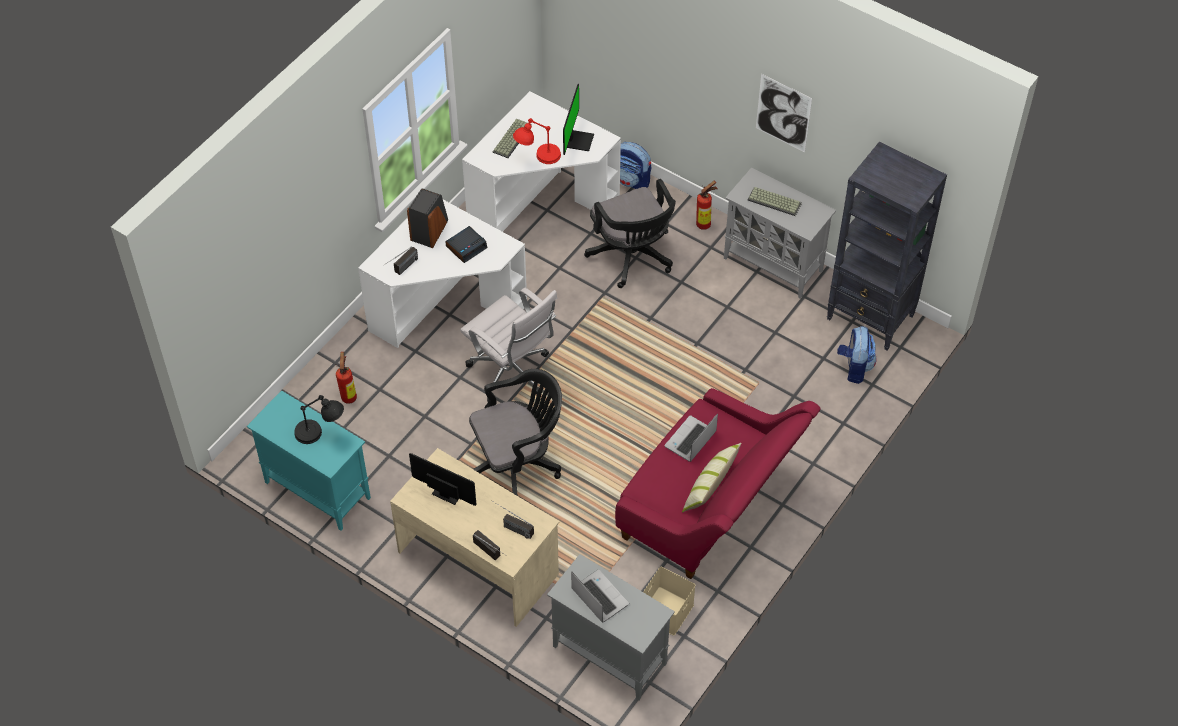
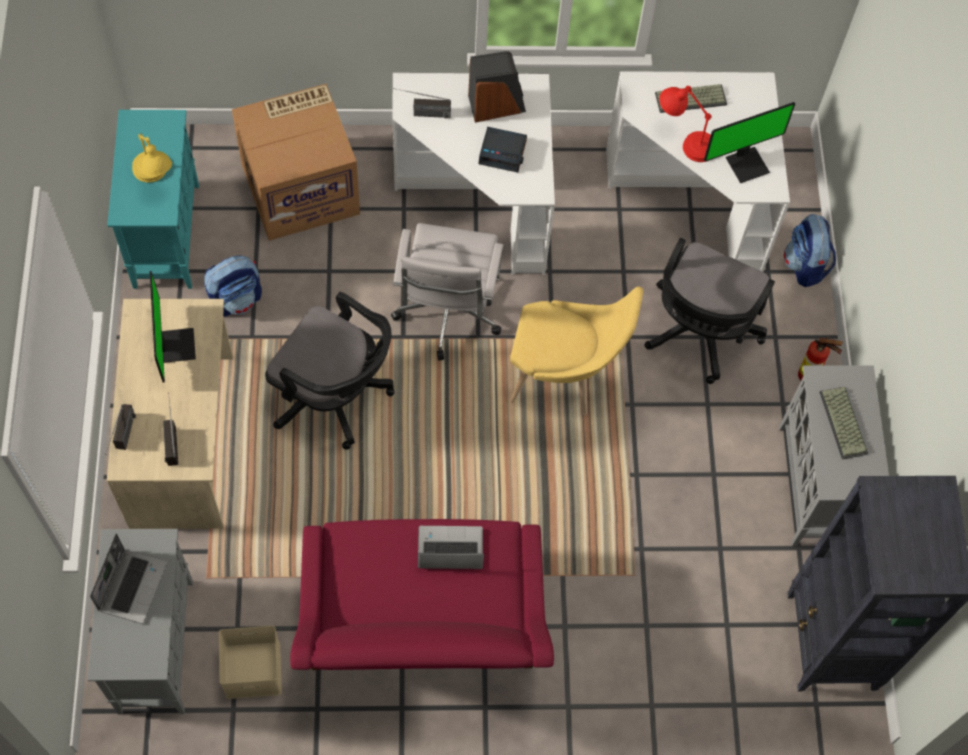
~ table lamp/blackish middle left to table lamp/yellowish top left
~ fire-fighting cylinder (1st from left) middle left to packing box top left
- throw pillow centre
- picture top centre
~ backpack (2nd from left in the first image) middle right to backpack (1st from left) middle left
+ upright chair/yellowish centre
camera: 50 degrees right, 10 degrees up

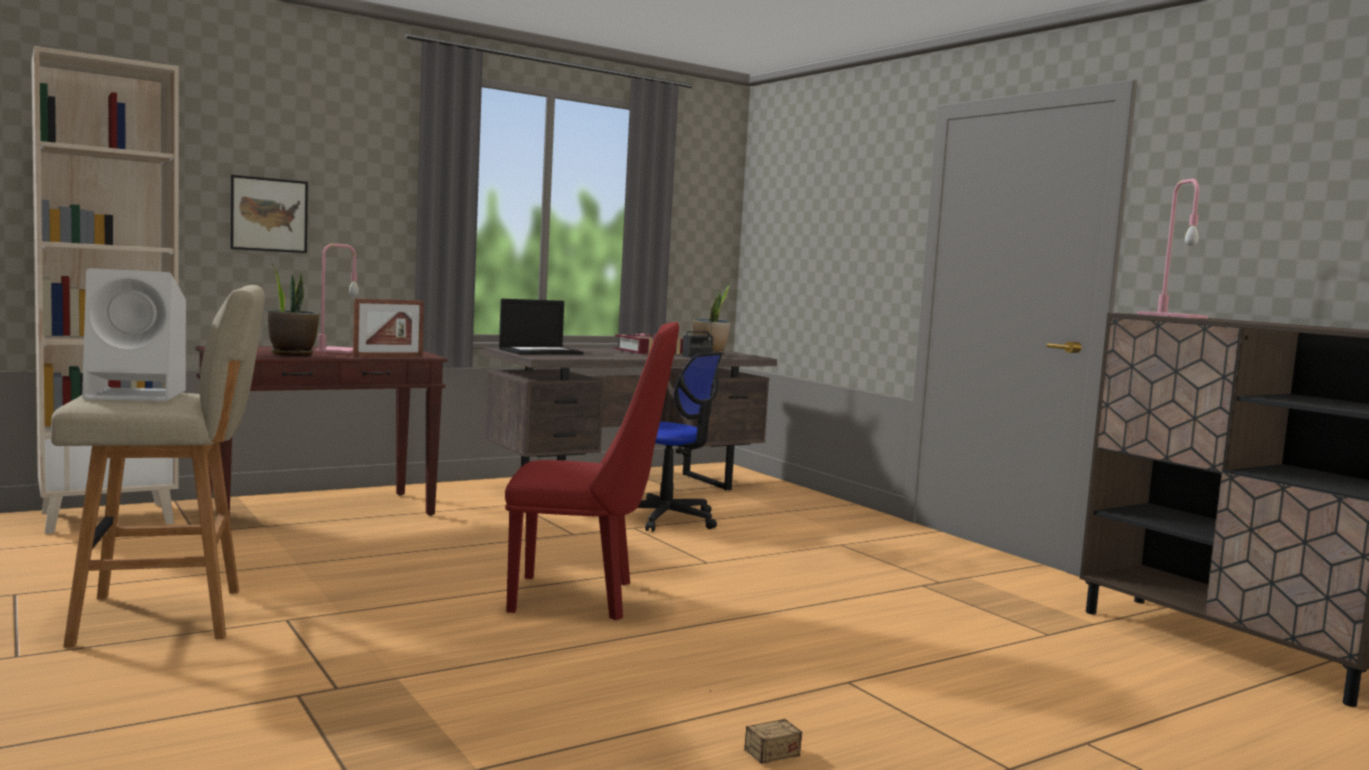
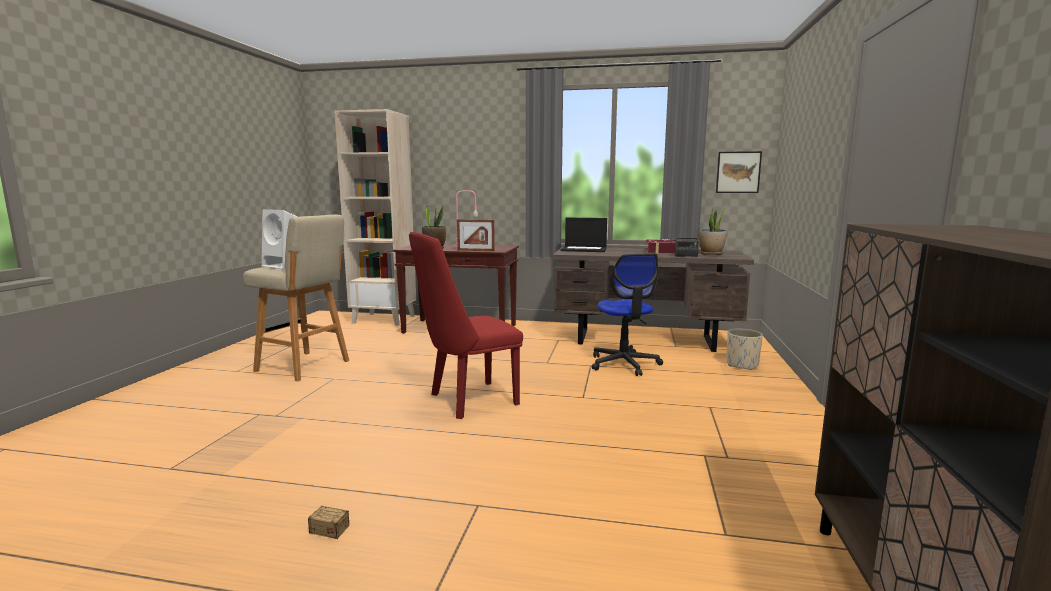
~ picture top left to top right
~ upright chair/red centre = centre 105 degrees clockwise
- table lamp/pinkish (2nd from left) top right
+ plant pot/sand-coloured middle right
camera: 45 degrees right, 5 degrees up

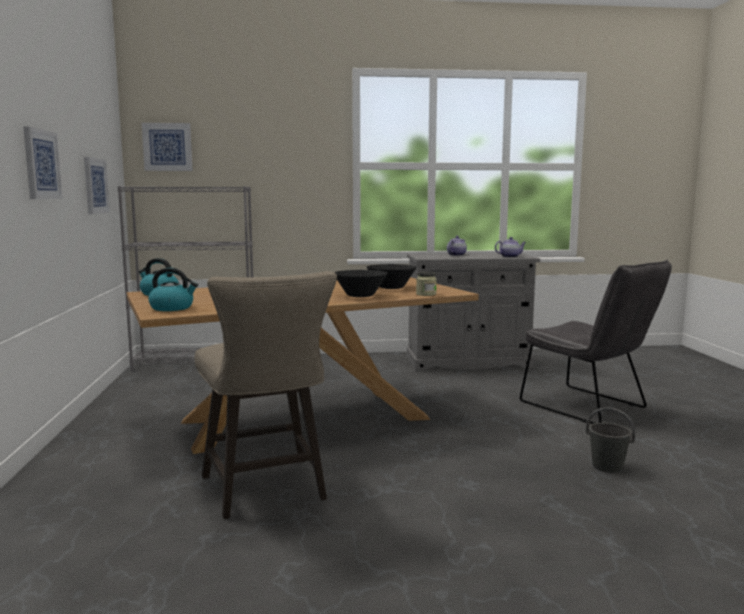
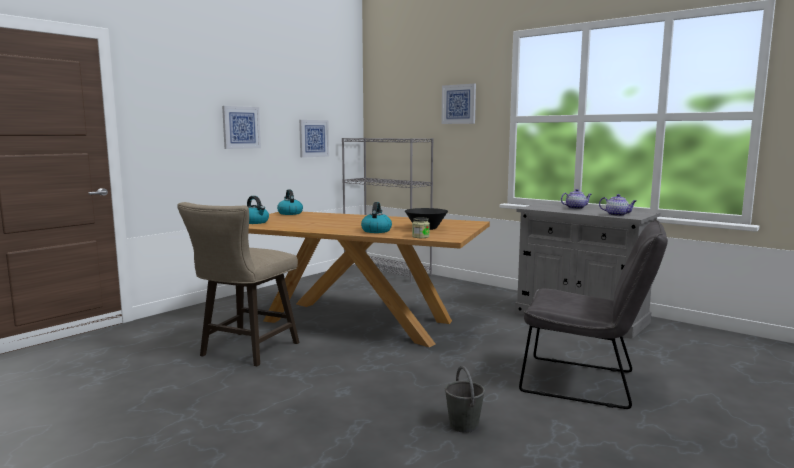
~ picture (3rd from left) top left to top centre
~ serving bowl/blackish (1st from left) centre to tea kettle (3rd from left) centre
~ upright chair/greyish middle right = bottom right 75 degrees counterclockwise
camera: 45 degrees right, 0 degrees up

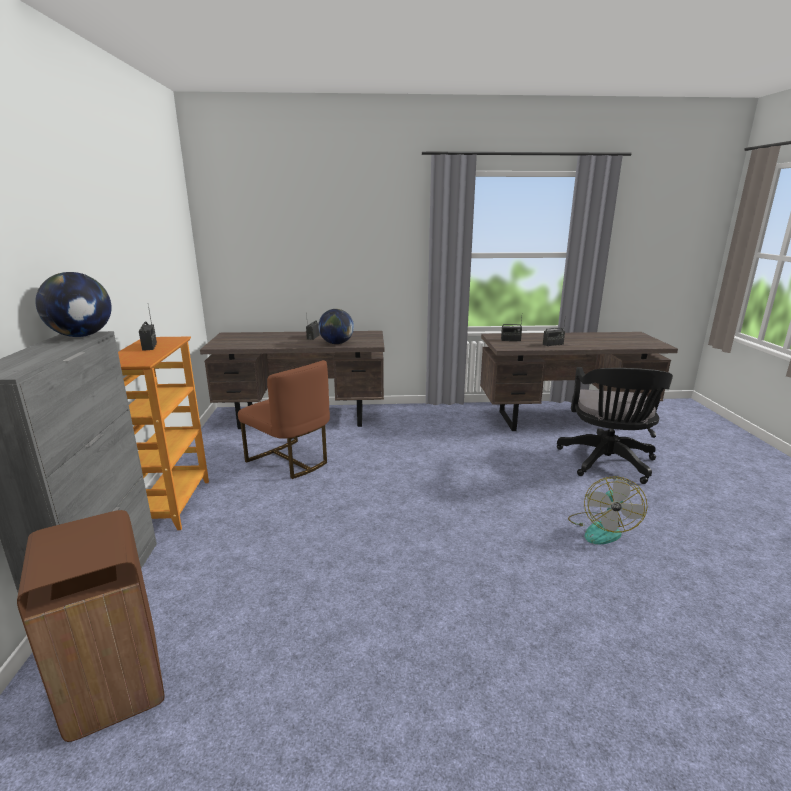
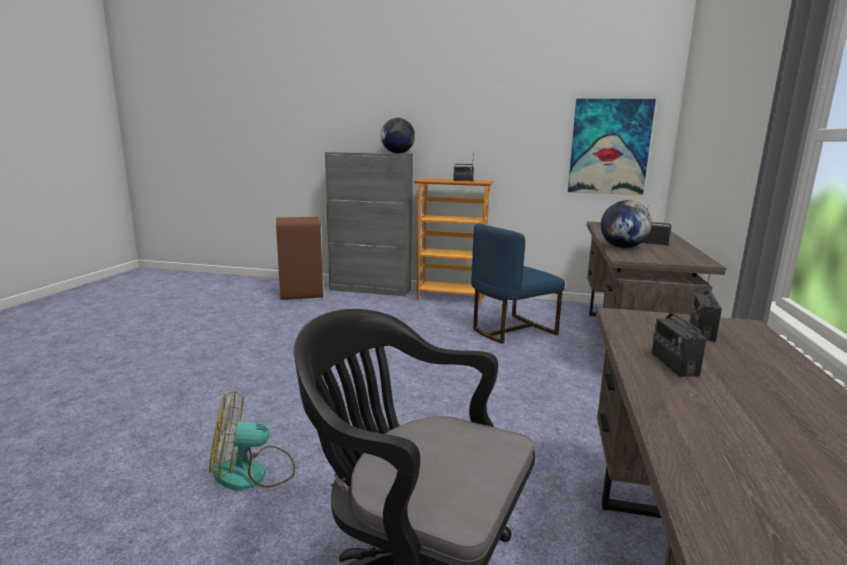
~ upright chair/brownish centre to upright chair/blue-coloured centre
~ fan middle right = bottom left 45 degrees counterclockwise
+ picture top right
camera: 105 degrees right, 5 degrees down

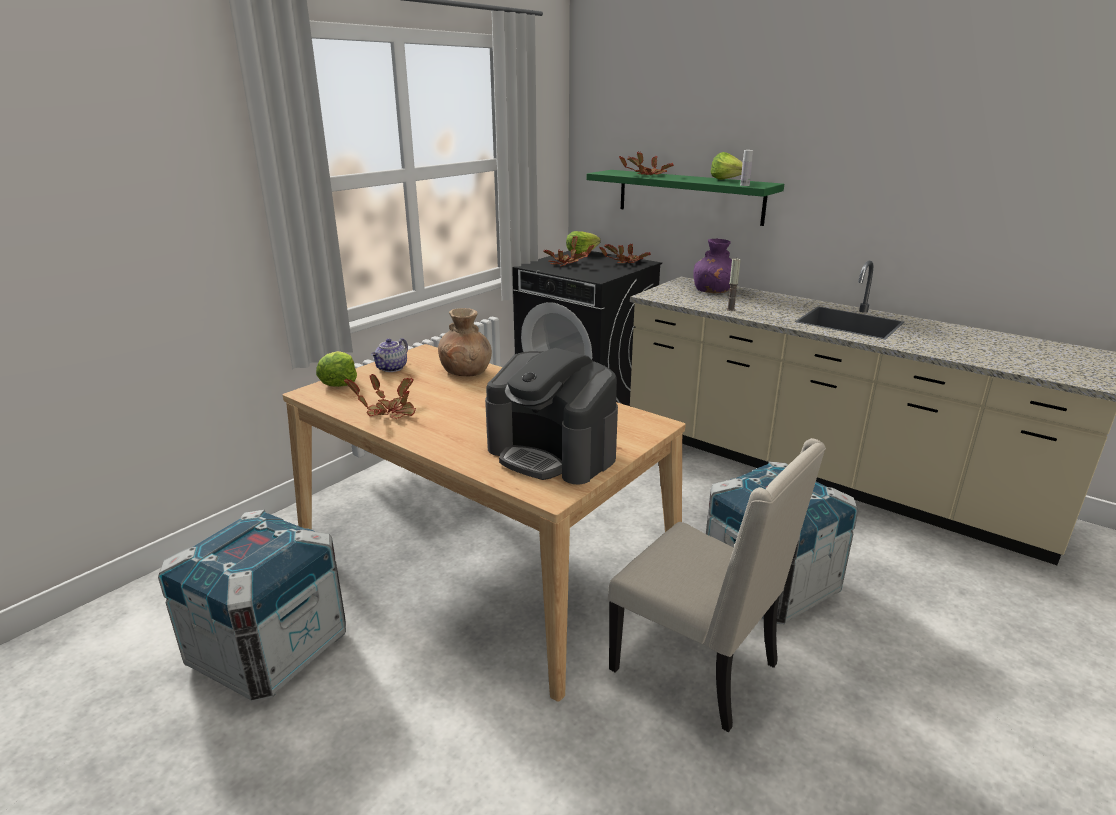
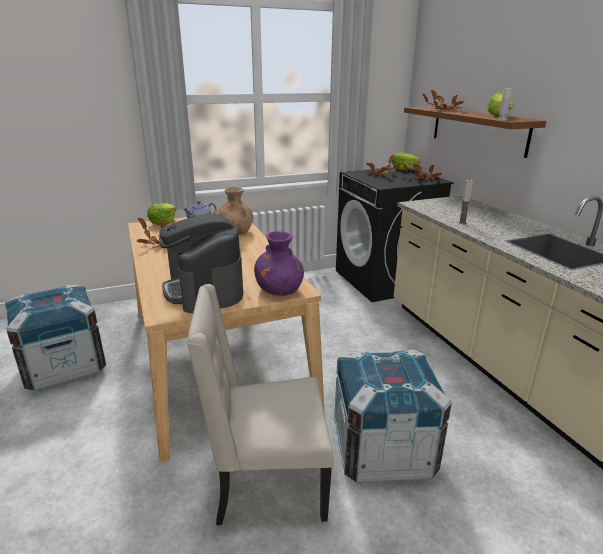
~ shelf/green top centre to shelf/brownish top right
~ upright chair/sand-coloured bottom centre = bottom centre 105 degrees clockwise
~ flower vase/purplish top centre to centre
camera: 30 degrees right, 0 degrees up

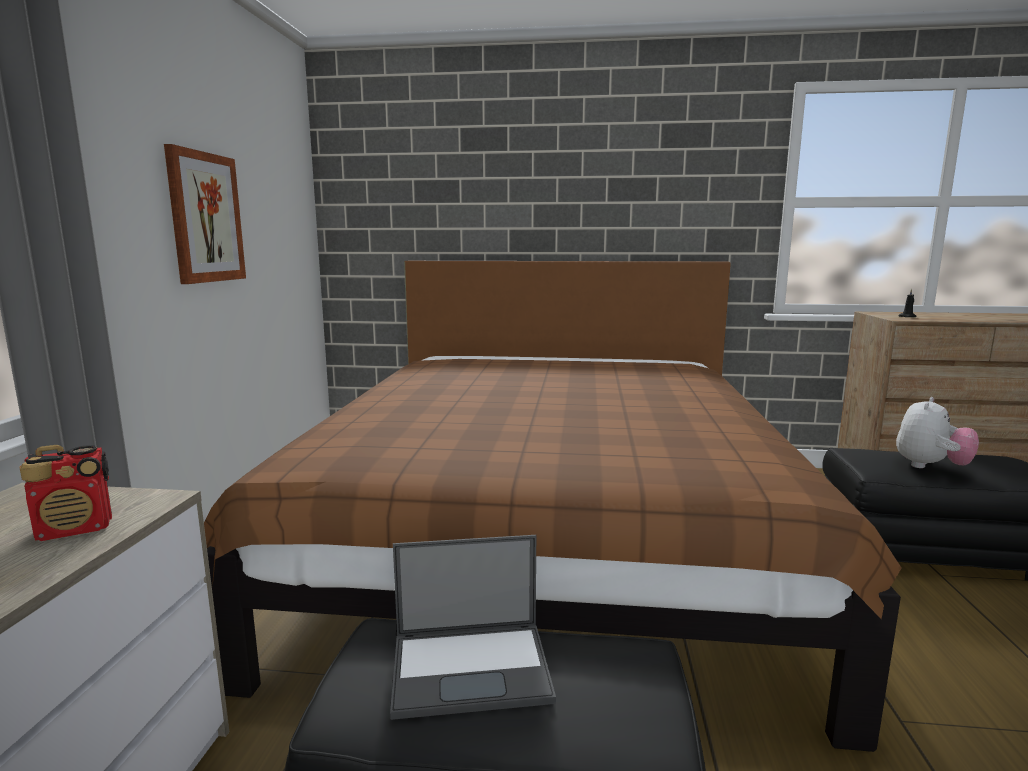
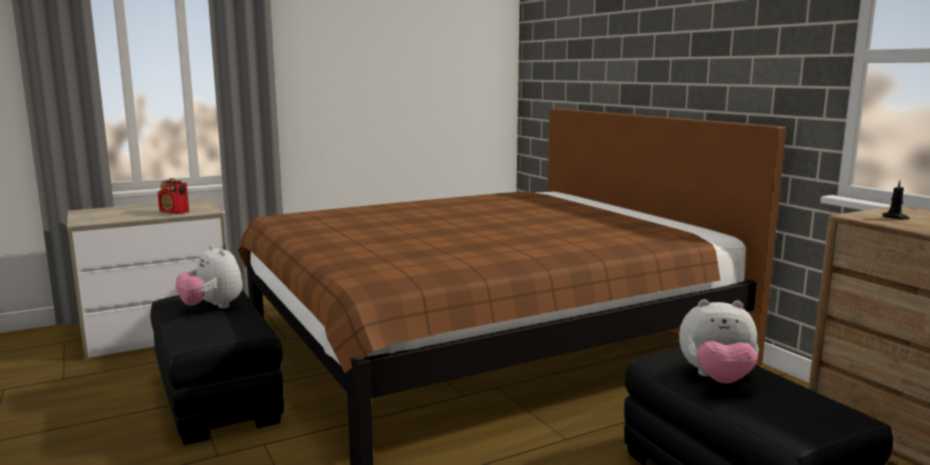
- picture top left
~ notebook computer bottom centre to plush toy (1st from left) middle left
camera: 55 degrees right, 0 degrees up

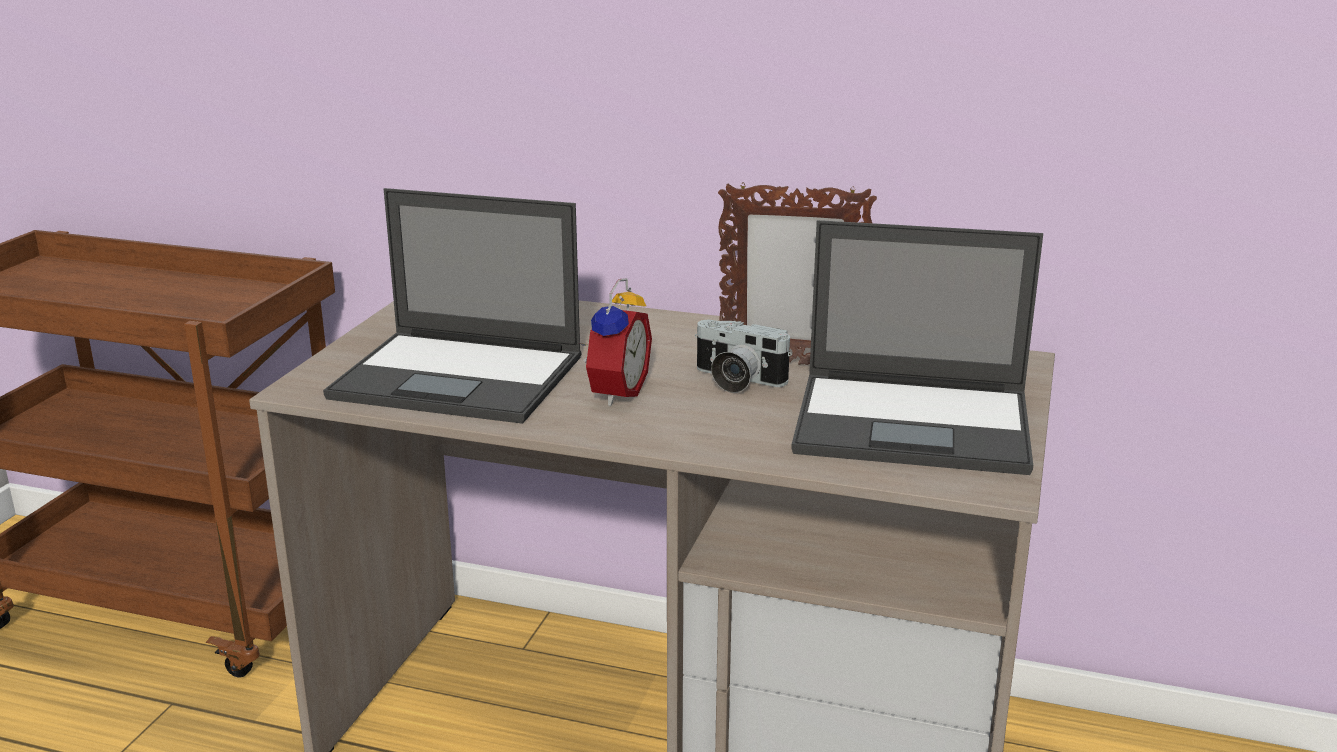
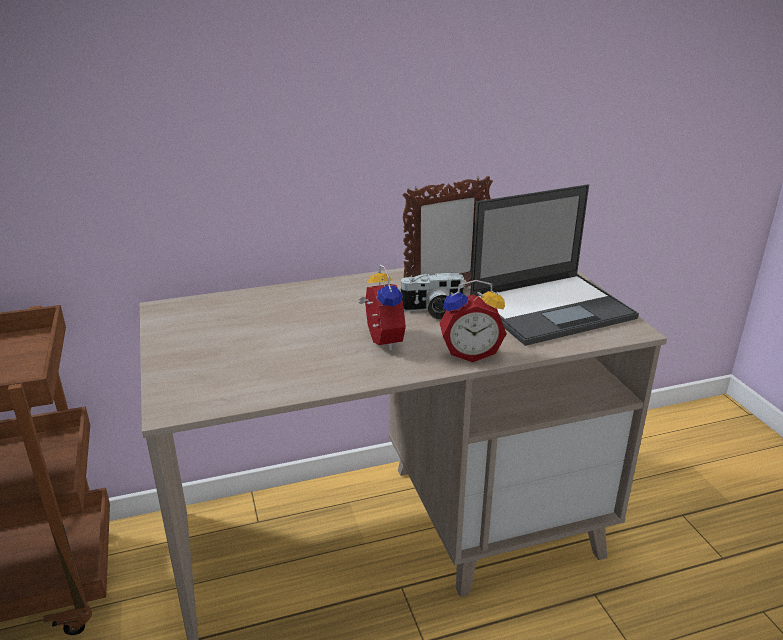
- notebook computer (1st from left) centre
+ bedside clock (2nd from left) centre
camera: 35 degrees left, 5 degrees up

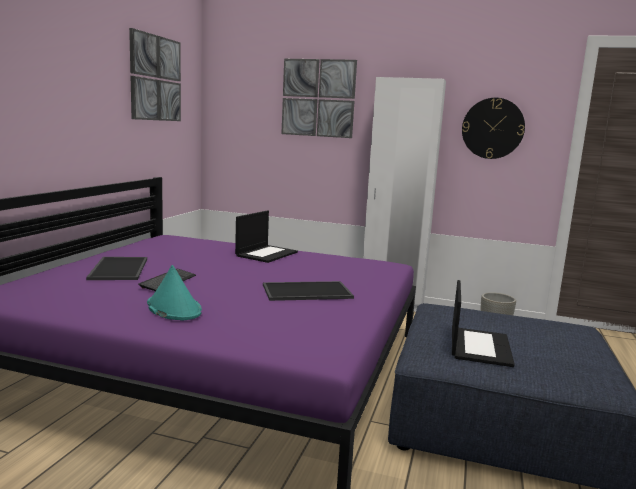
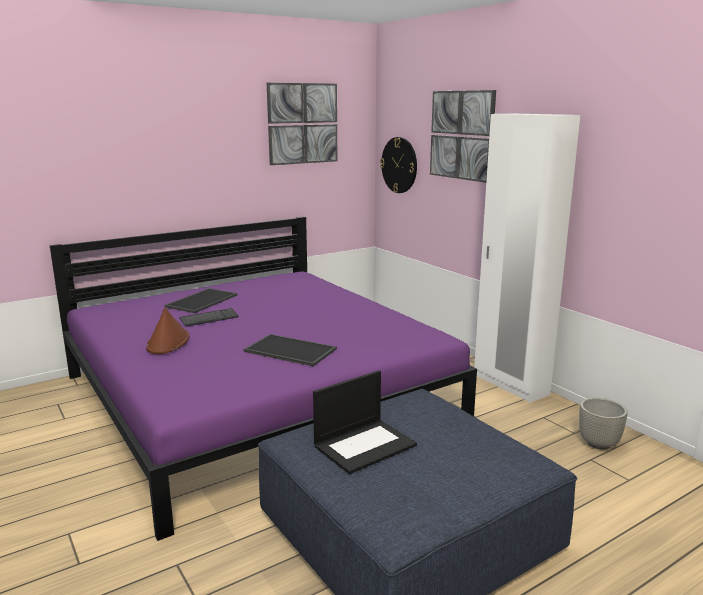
~ wearable hat/turquoise middle left to wearable hat/brownish middle left
- notebook computer (1st from left) centre
~ clock on the wall top right to top centre
camera: 40 degrees right, 5 degrees up

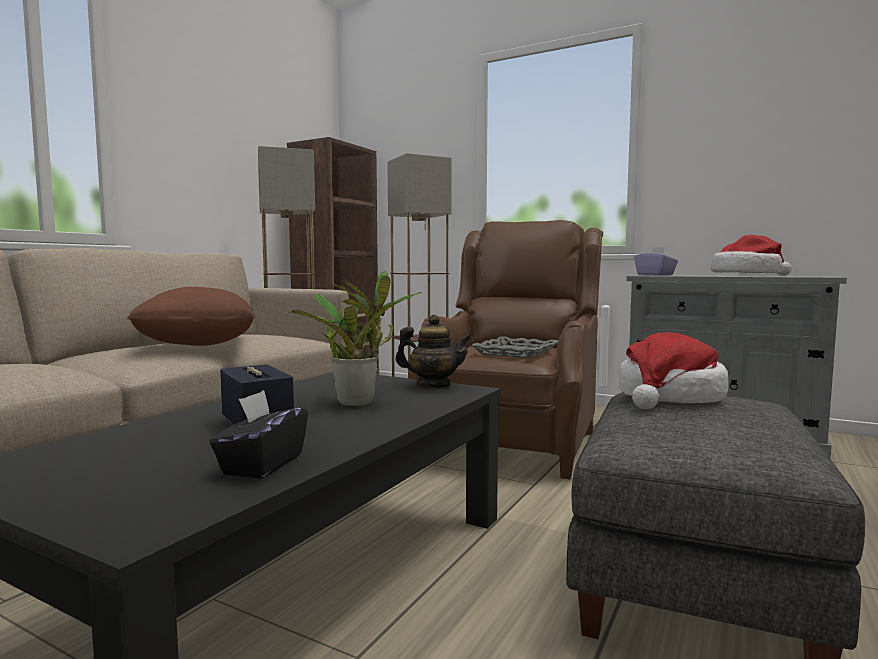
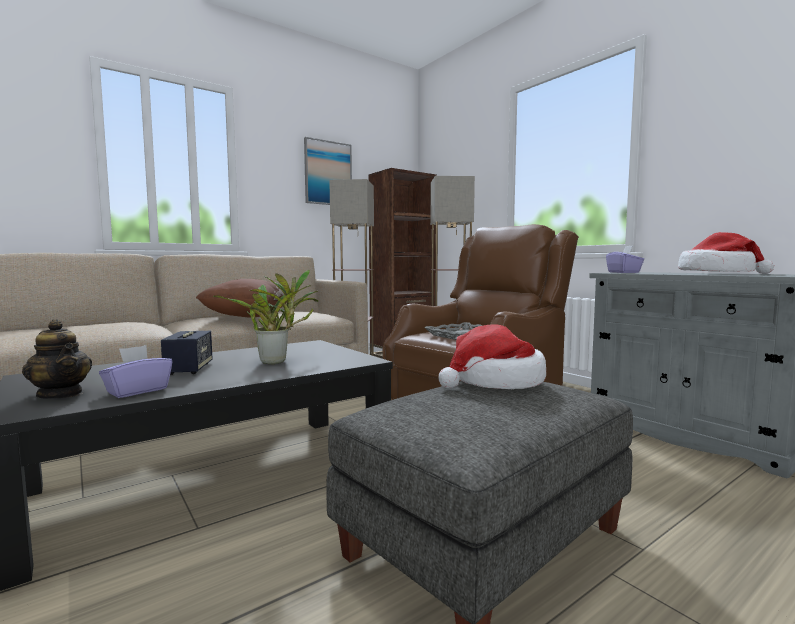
~ box of tissues/blackish middle left to box of tissues/purplish (1st from left) middle left
~ pot for tea centre to middle left
+ picture top centre
camera: 25 degrees right, 0 degrees up

